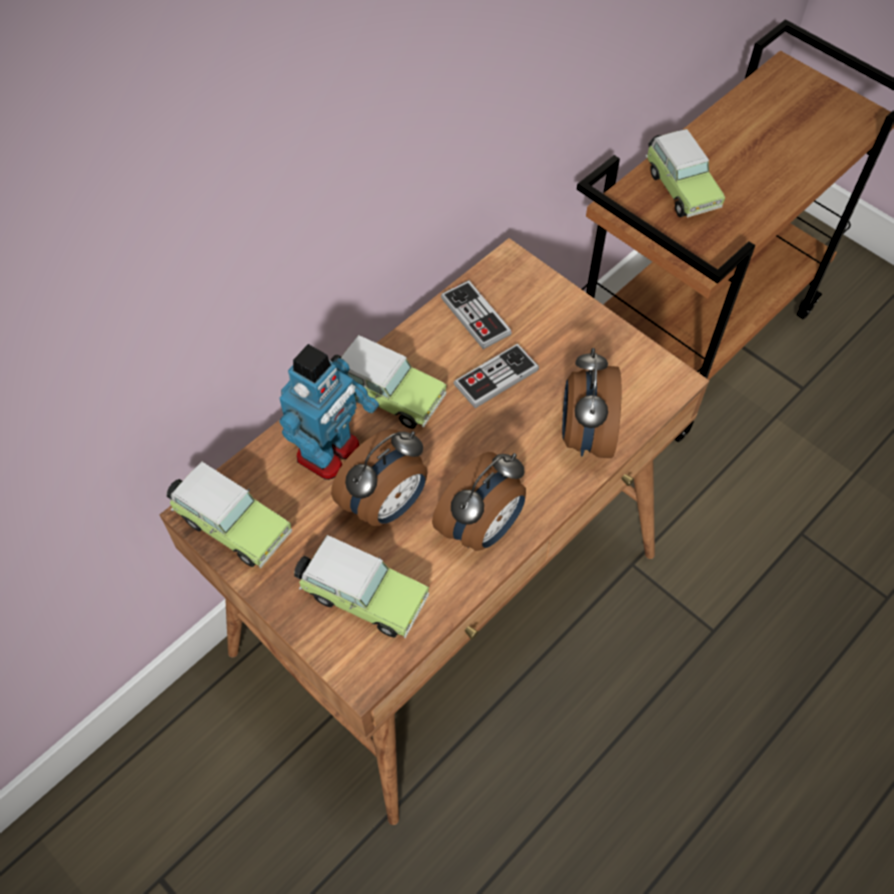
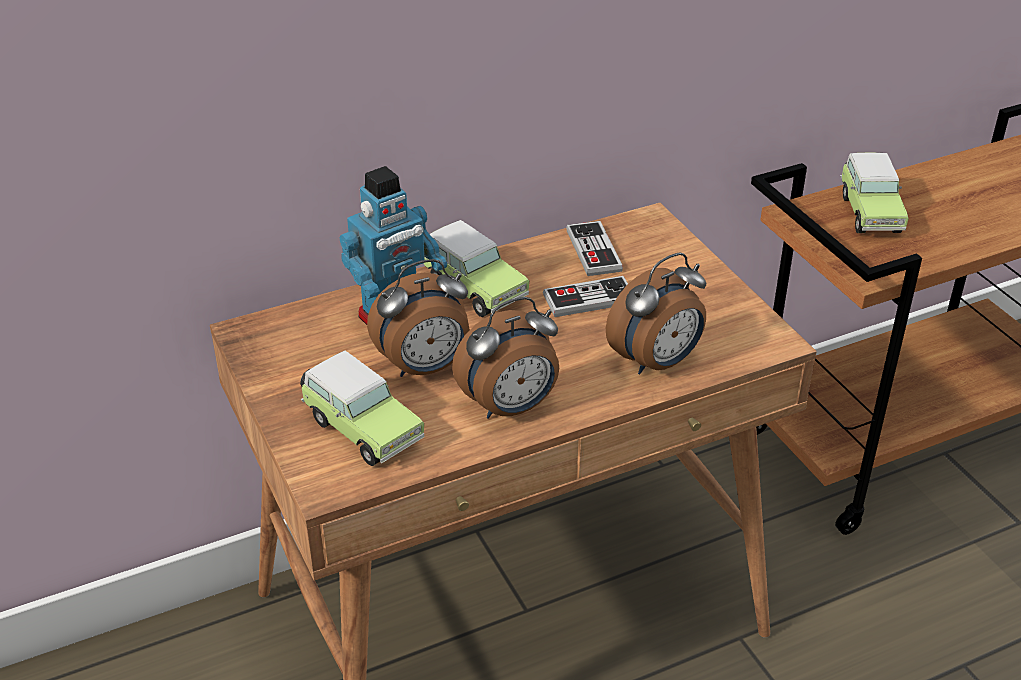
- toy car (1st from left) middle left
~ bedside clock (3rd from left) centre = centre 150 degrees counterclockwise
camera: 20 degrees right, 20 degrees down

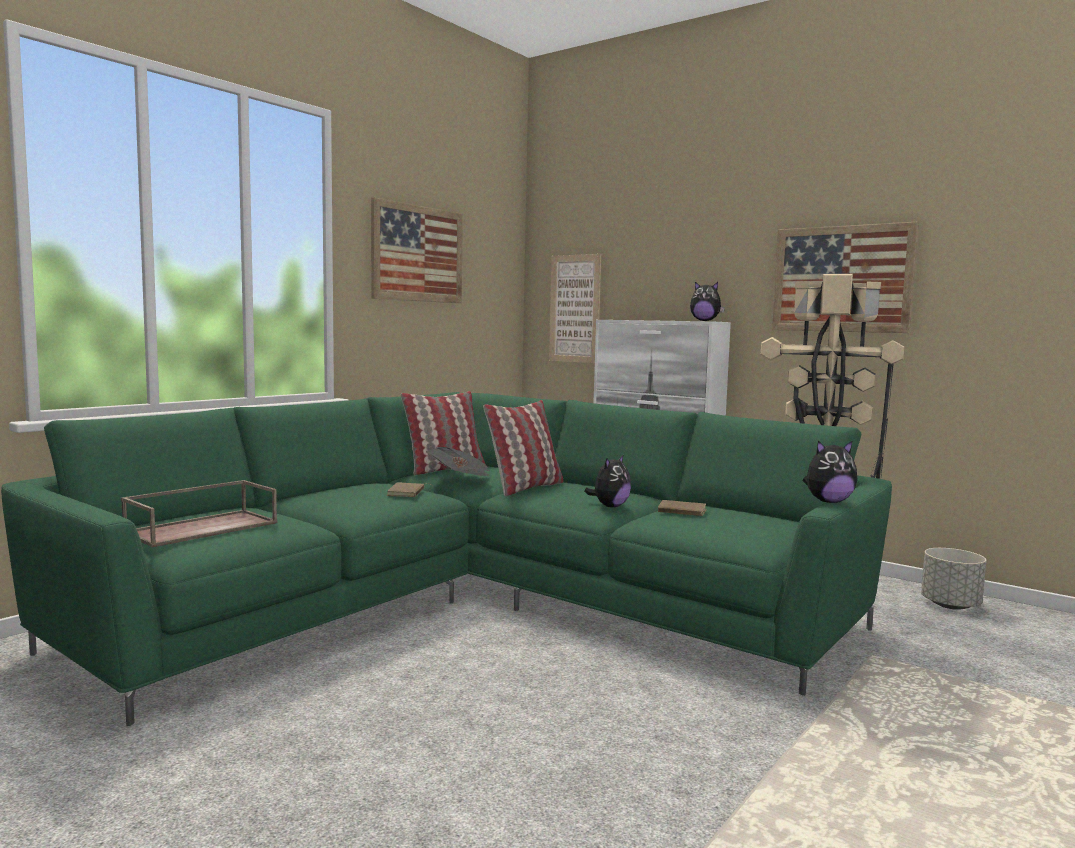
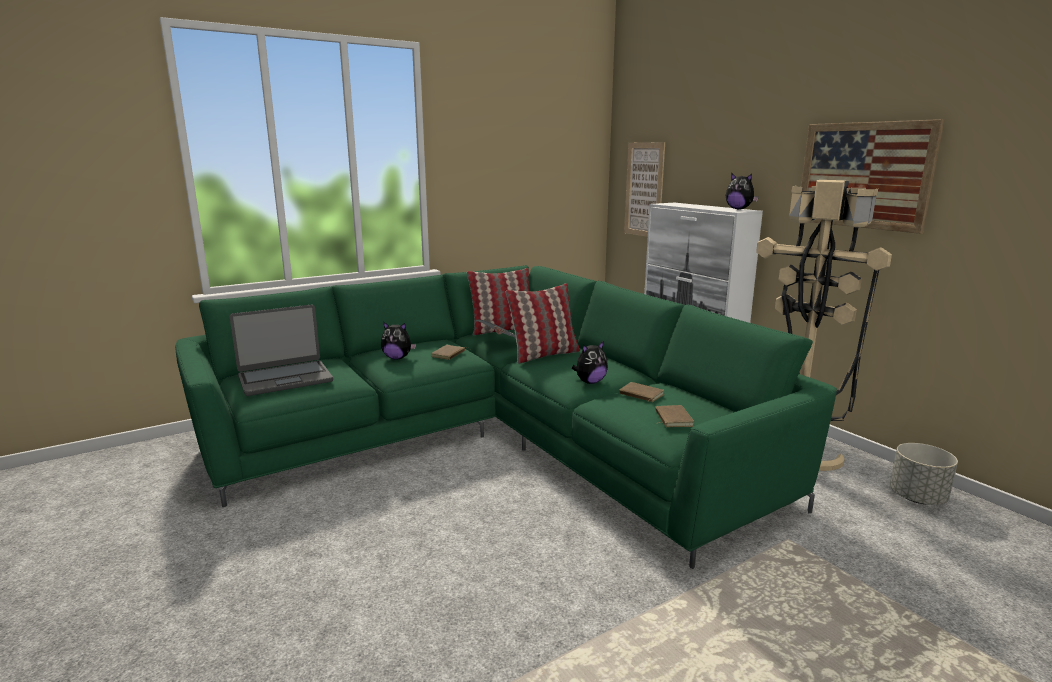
~ tray/brownish middle left to notebook computer middle left
- picture (1st from left) top centre
~ plush toy (3rd from left in the first image) middle right to plush toy (1st from left) centre
+ volume/brownish (3rd from left) centre
camera: 20 degrees right, 10 degrees up

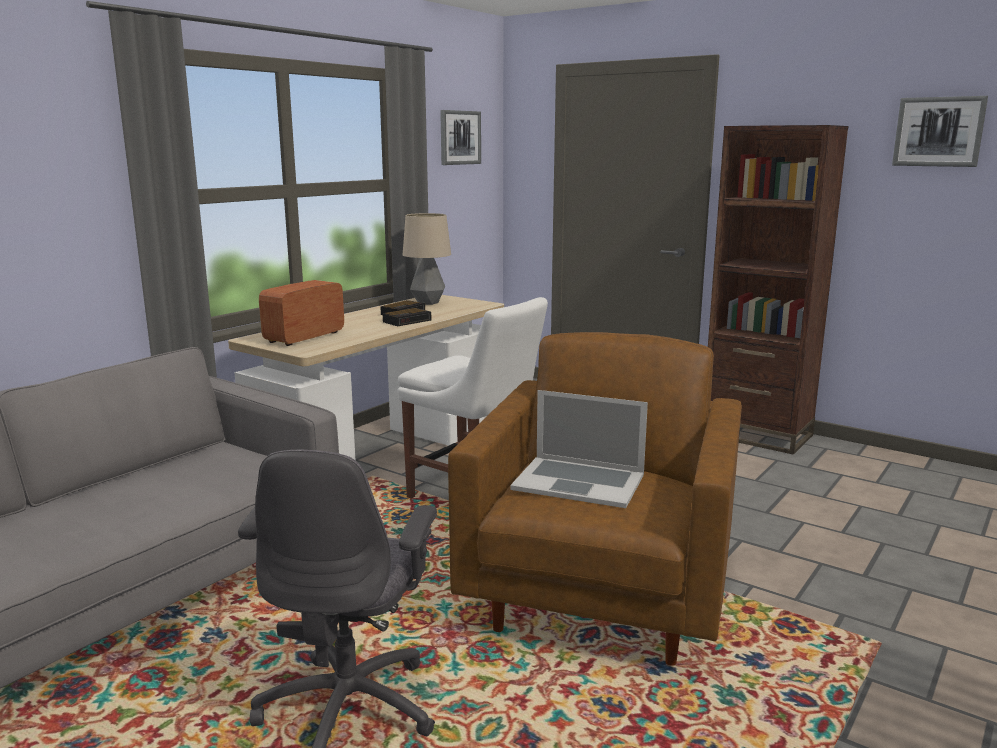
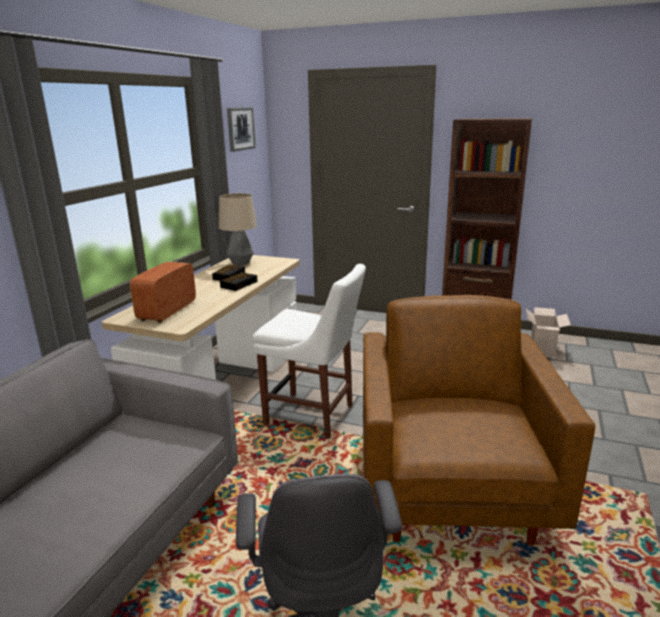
- notebook computer centre
- picture (2nd from left) top right
+ packing box middle right
camera: 15 degrees left, 5 degrees up

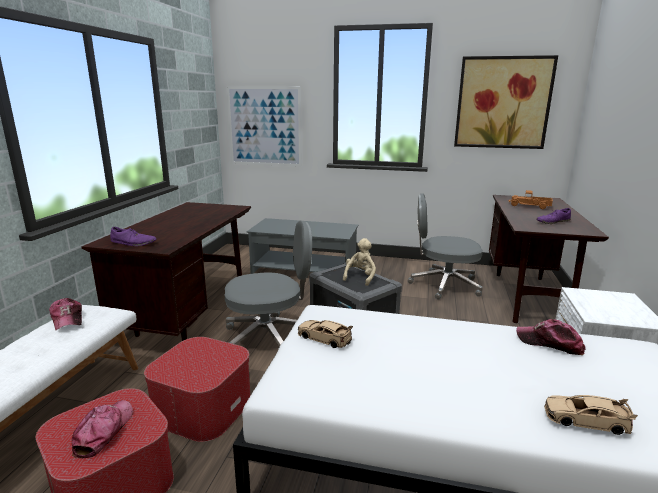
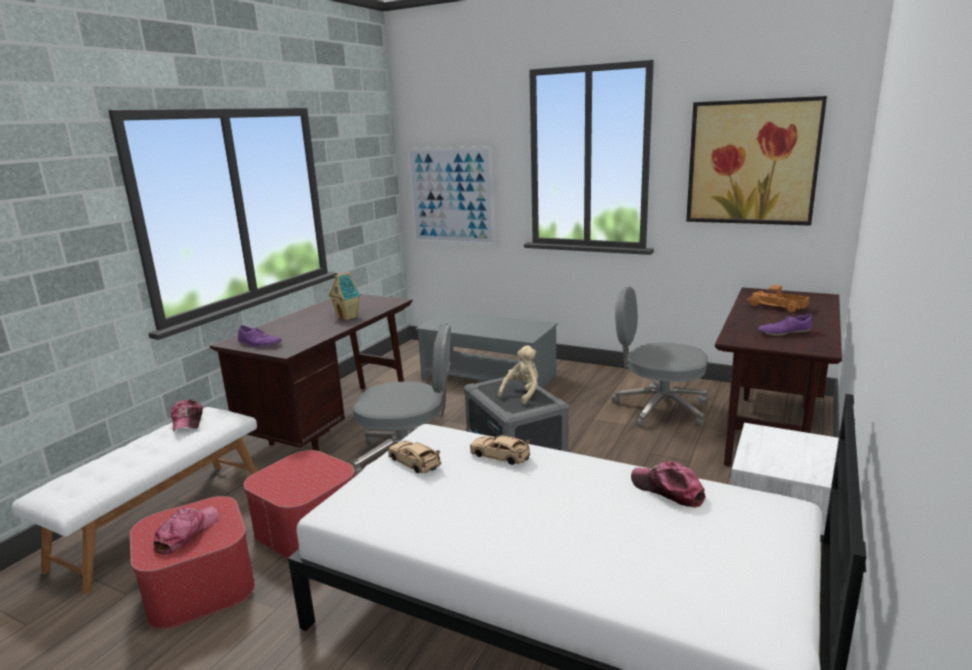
~ toy car/sand-coloured (2nd from left) bottom right to bottom centre
+ toy house centre
camera: 15 degrees right, 0 degrees up

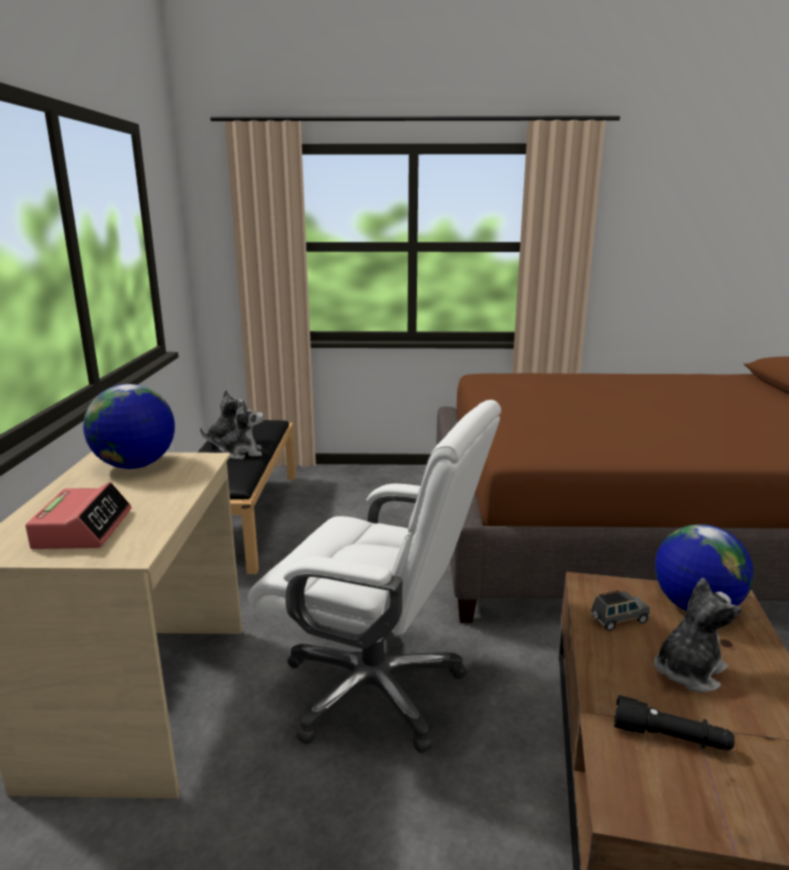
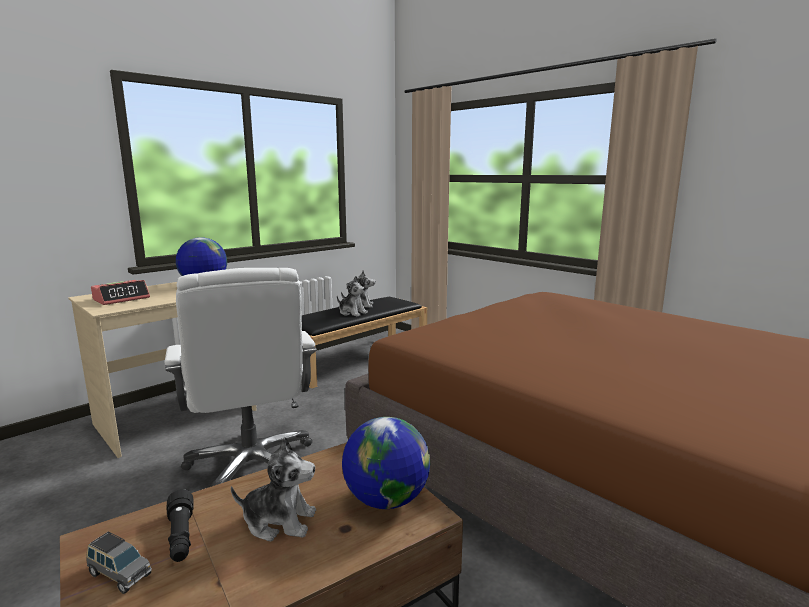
~ toy car/greyish bottom right to bottom left
camera: 45 degrees right, 5 degrees down

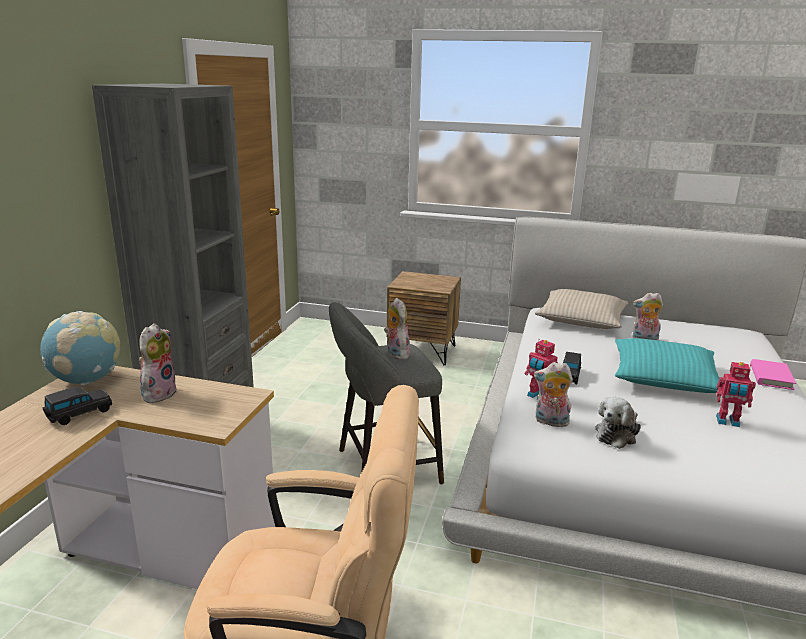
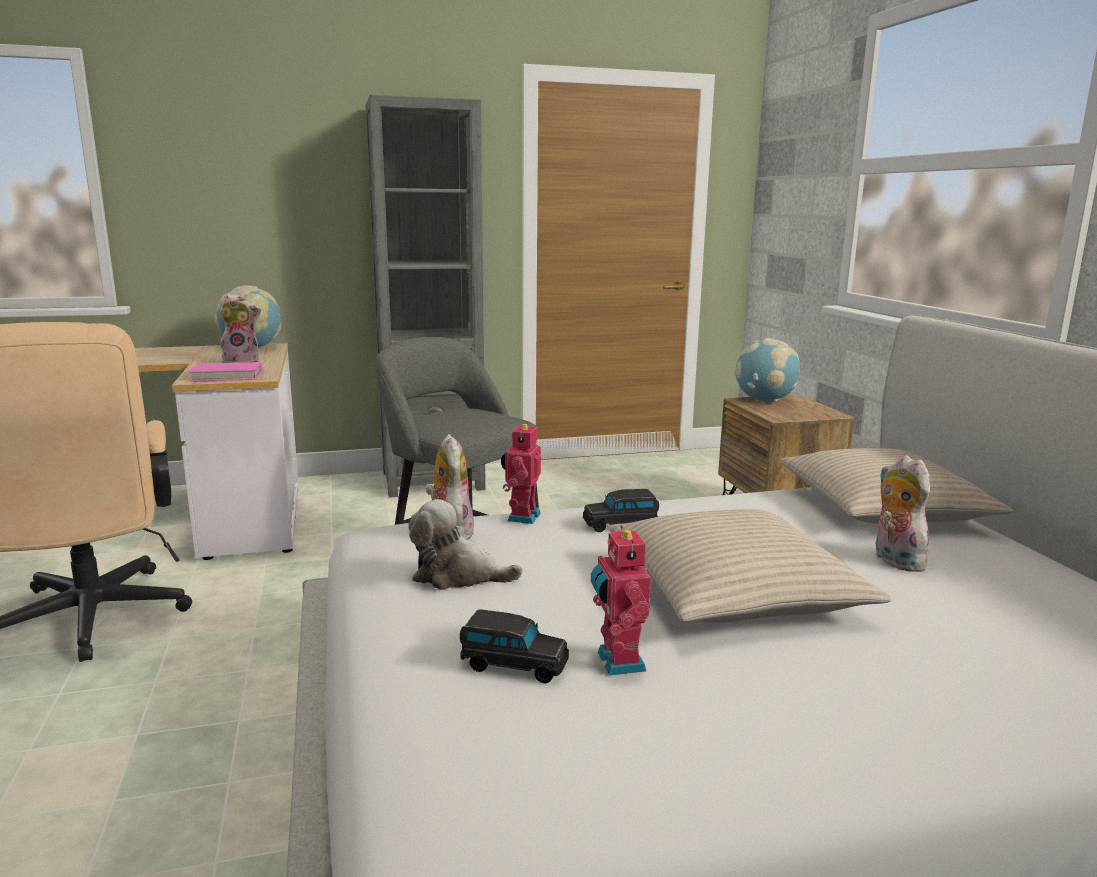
~ toy car/blackish (1st from left) middle left to bottom centre
- plush toy (2nd from left) centre
~ throw pillow/turquoise middle right to throw pillow/sand-coloured (1st from left) middle right
~ volume/pinkish middle right to middle left
+ desk globe (2nd from left) middle right
camera: 60 degrees right, 5 degrees down

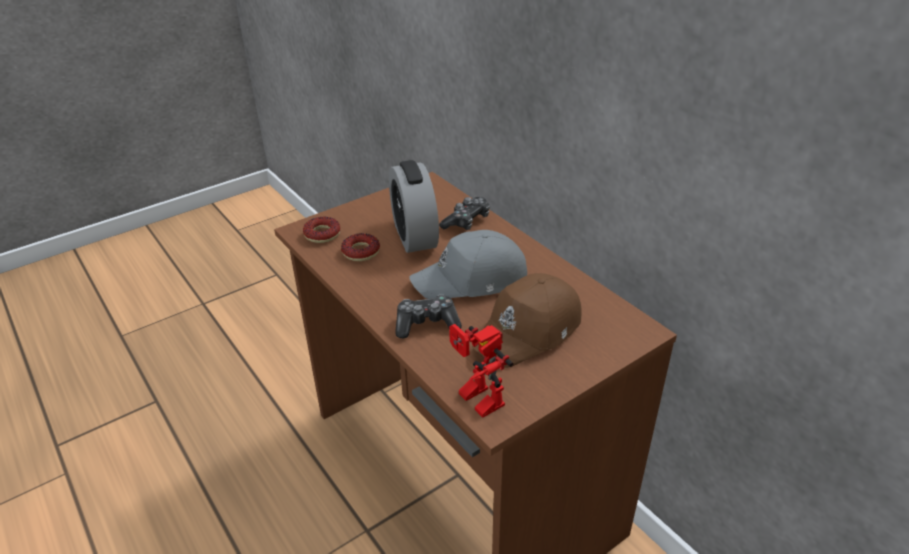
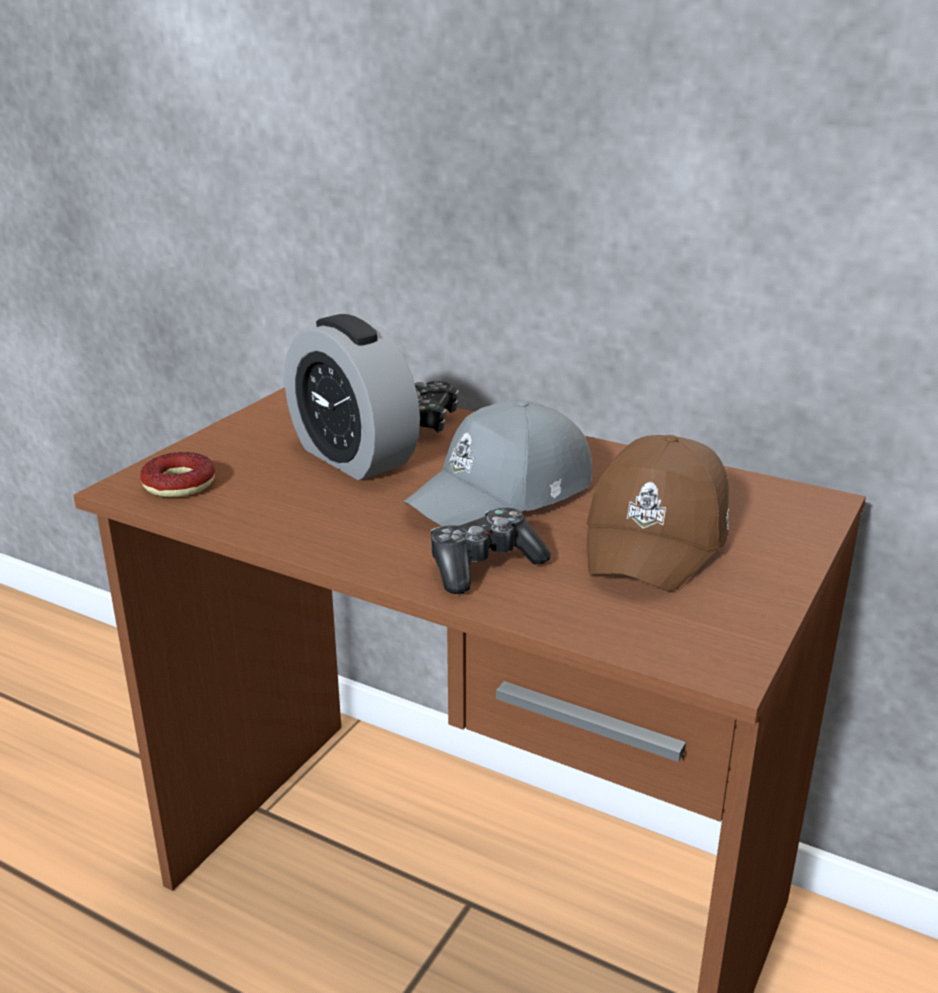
- doughnut (2nd from left) centre
- model robot bottom centre
camera: 25 degrees left, 10 degrees down

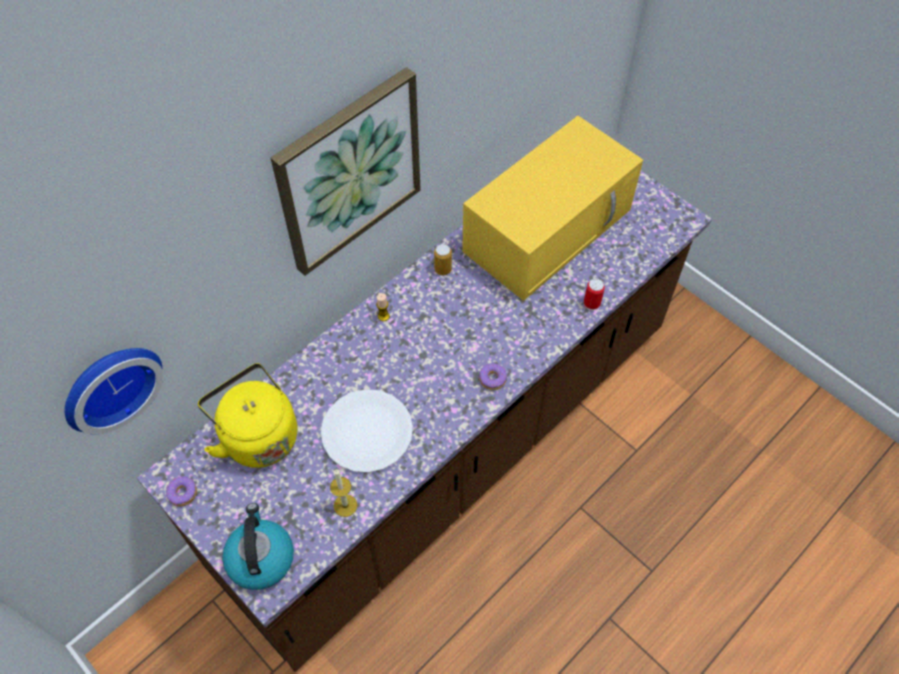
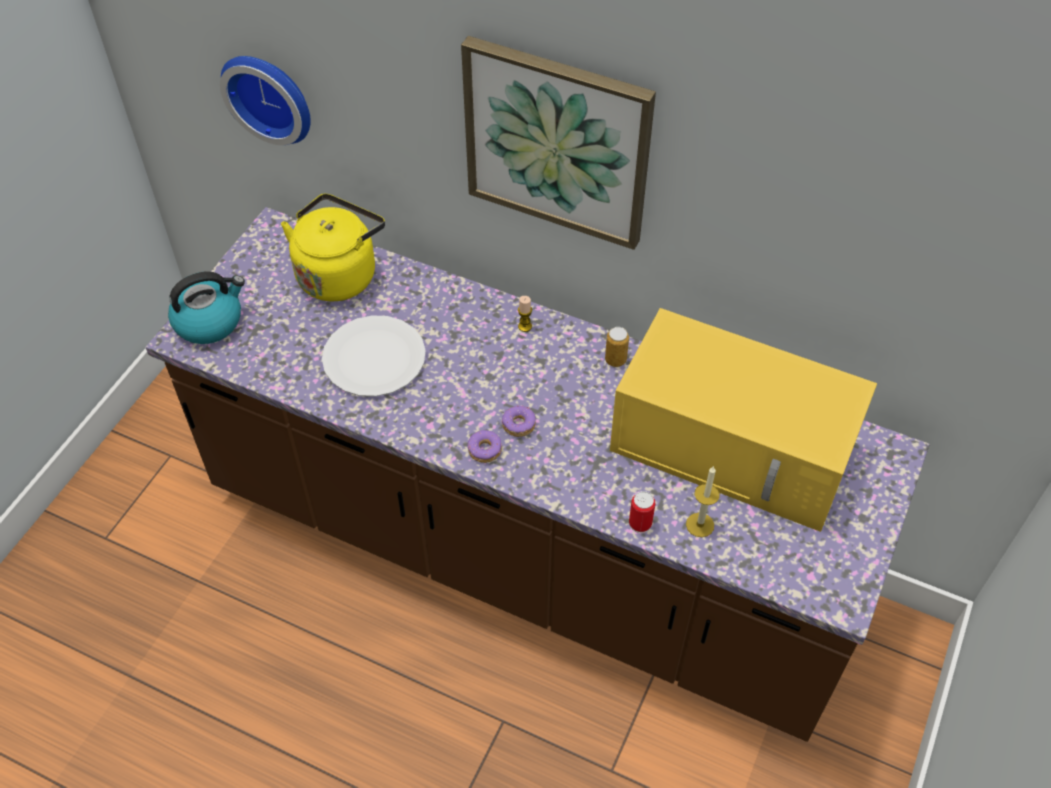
~ doughnut (1st from left in the first image) bottom left to doughnut (2nd from left) centre
~ wax candle (1st from left in the first image) bottom centre to wax candle (2nd from left) middle right
camera: 70 degrees right, 5 degrees down

